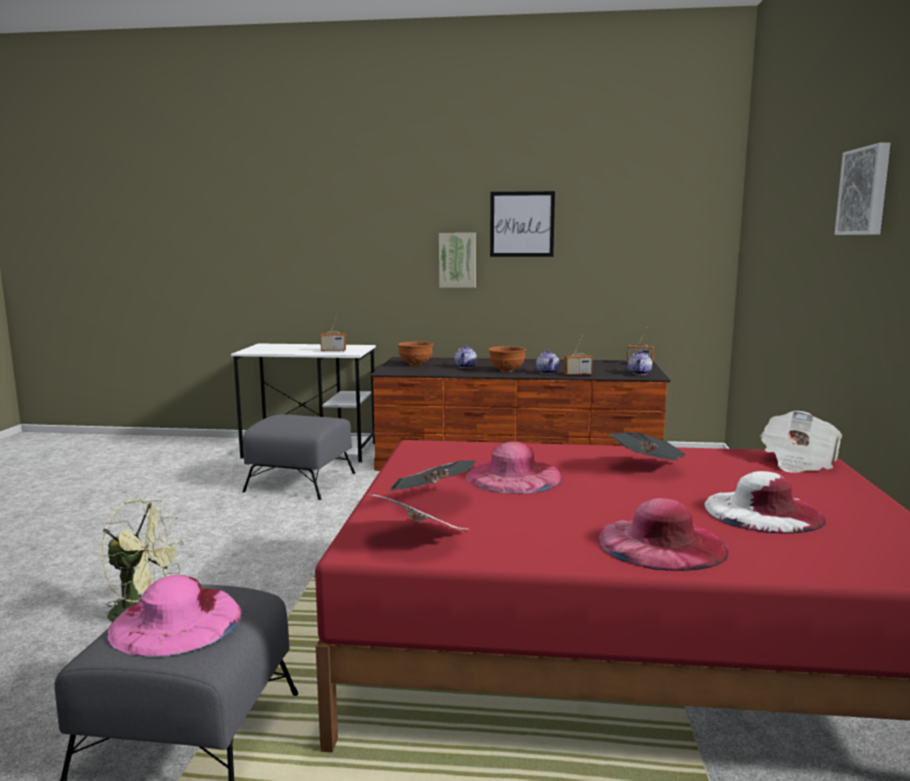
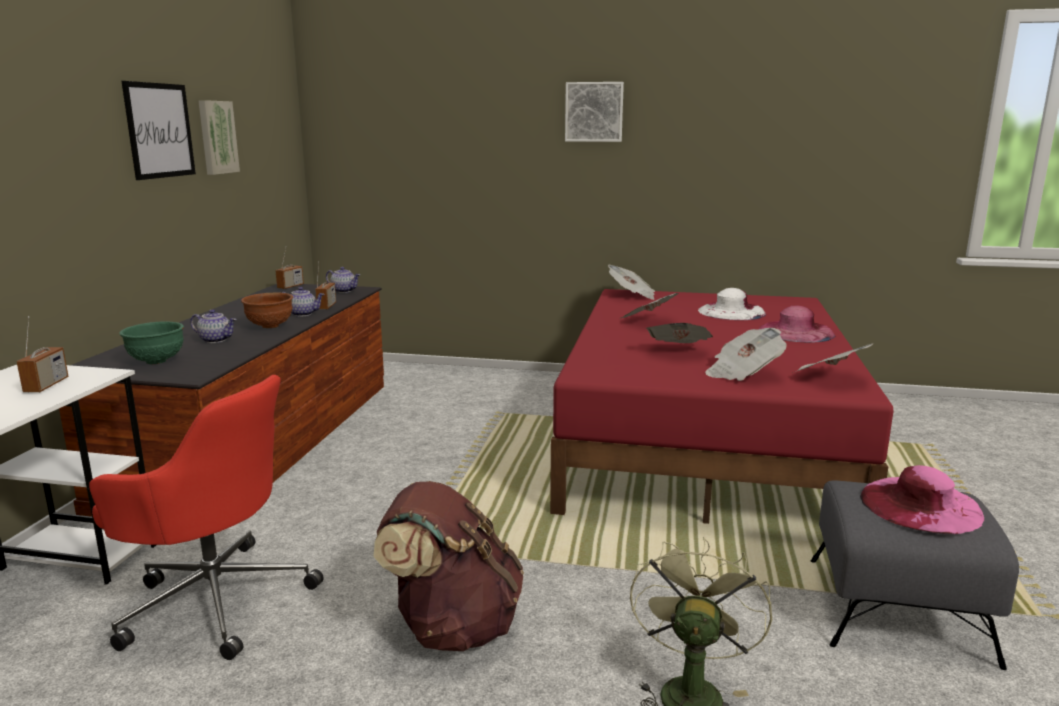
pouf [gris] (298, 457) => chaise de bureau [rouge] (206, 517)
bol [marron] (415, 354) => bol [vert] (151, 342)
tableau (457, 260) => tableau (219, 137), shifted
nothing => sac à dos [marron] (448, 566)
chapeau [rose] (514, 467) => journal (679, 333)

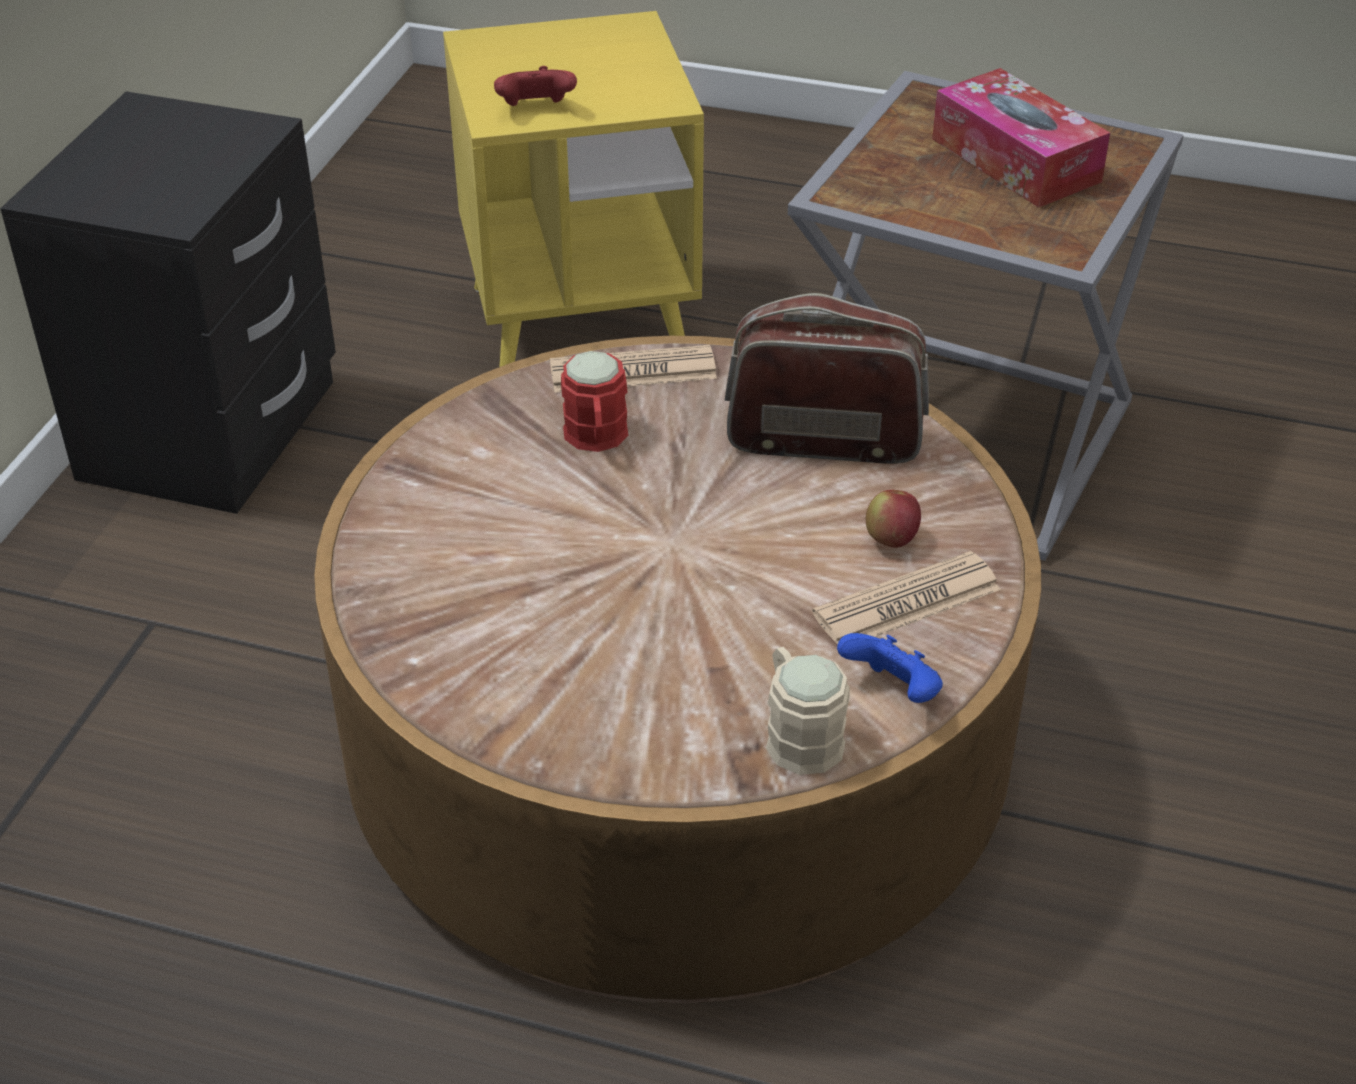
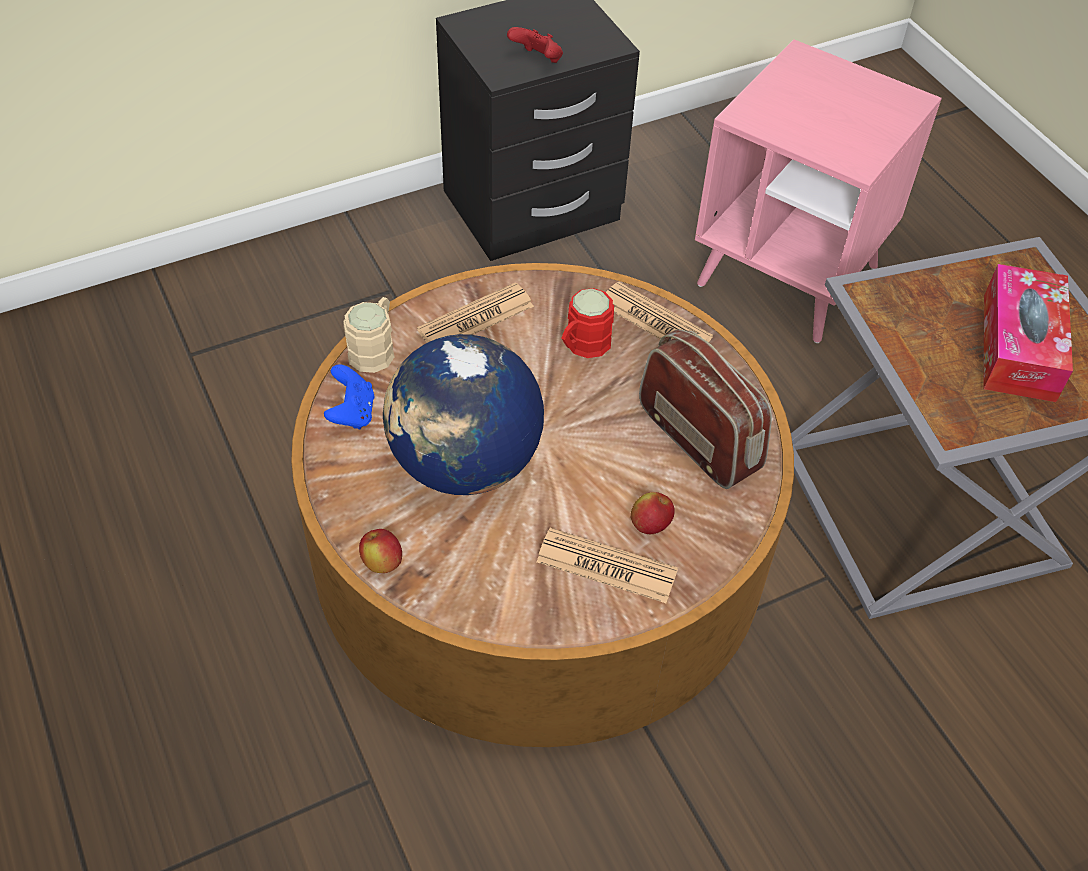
manette [bleu] (890, 668) => manette [bleu] (349, 396), shifted
mug [beige] (808, 711) => mug [beige] (368, 335), shifted
nothing => pomme (380, 551)
nothing => globe (463, 414)
nothing => journal (475, 313)
manette [rouge] (535, 86) => manette [rouge] (535, 45), shifted
table d'appoint [jaune] (573, 189) => table d'appoint [rose] (818, 191)

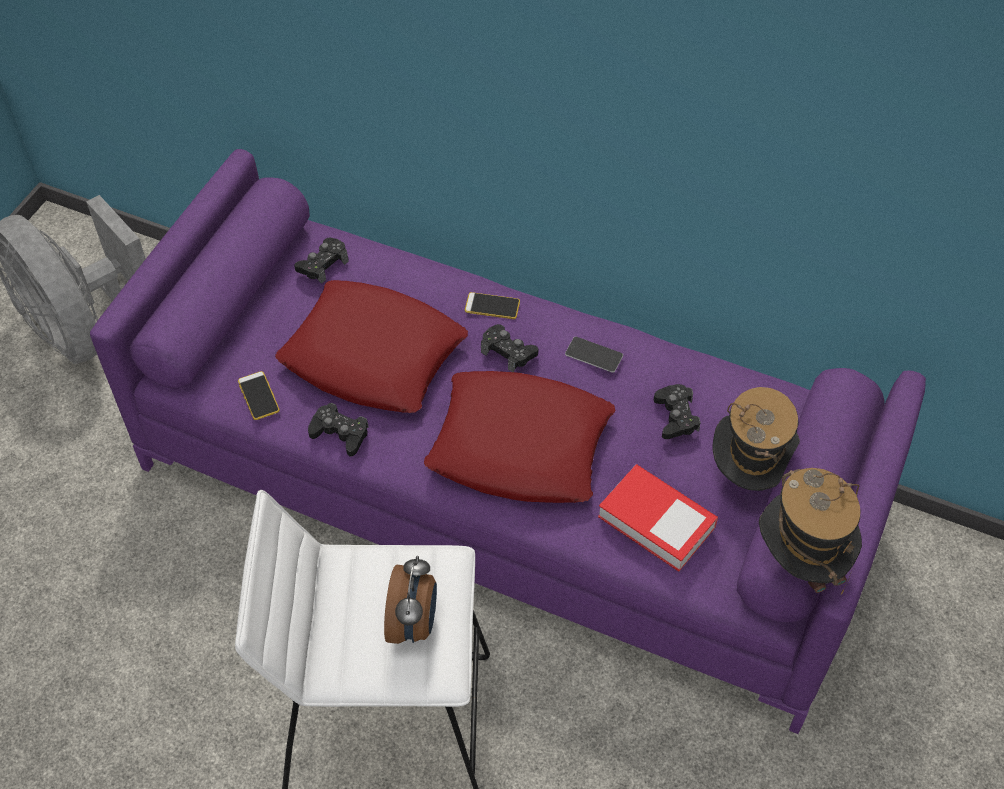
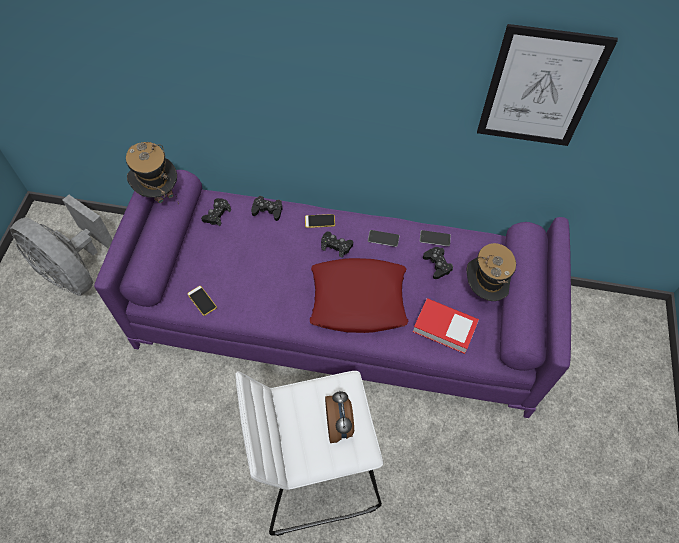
chapeau (810, 531) => chapeau (152, 173), shifted
manette [noir] (338, 430) => manette [noir] (267, 208), shifted
nothing => téléphone (435, 238)
nothing => tableau (547, 85)
coussin [rouge] (371, 346) => nothing

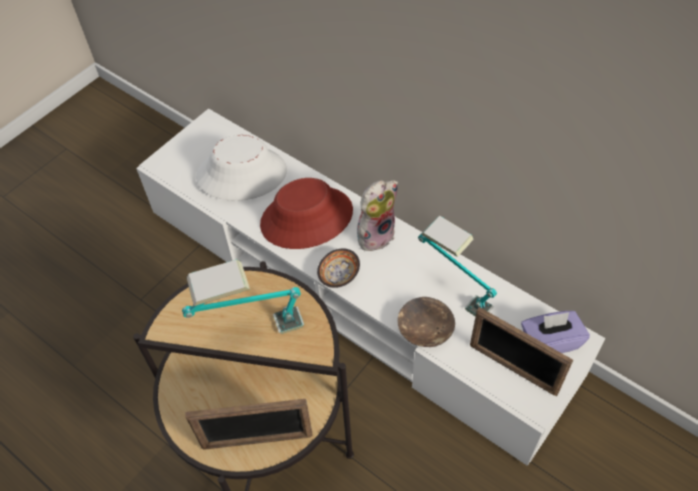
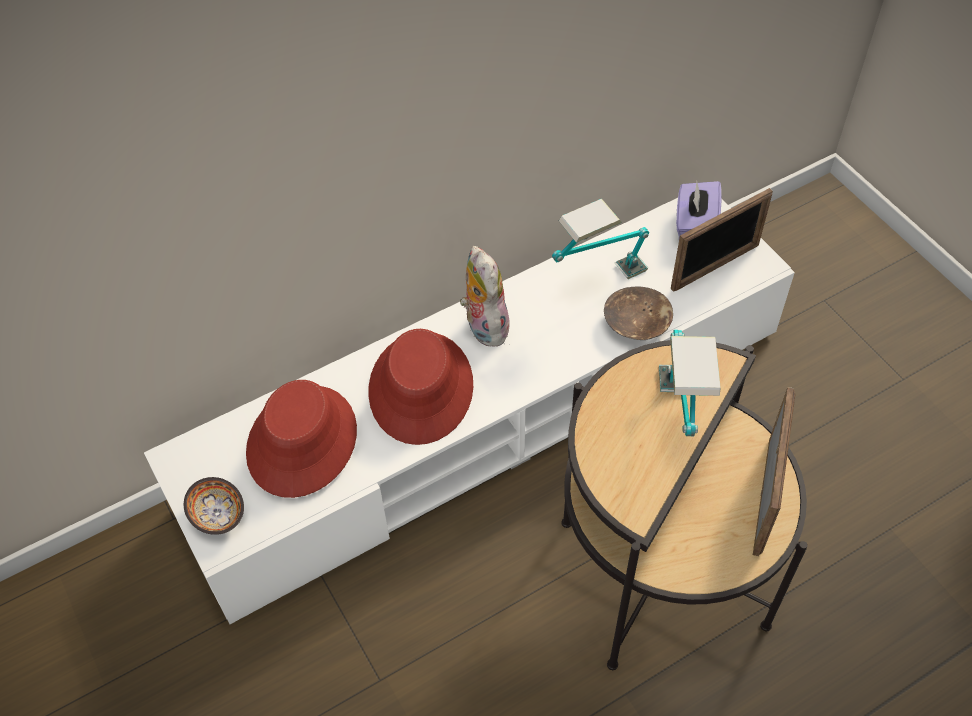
bol (338, 268) => bol (214, 506), shifted
chapeau [blanc] (241, 168) => chapeau [rouge] (301, 439)

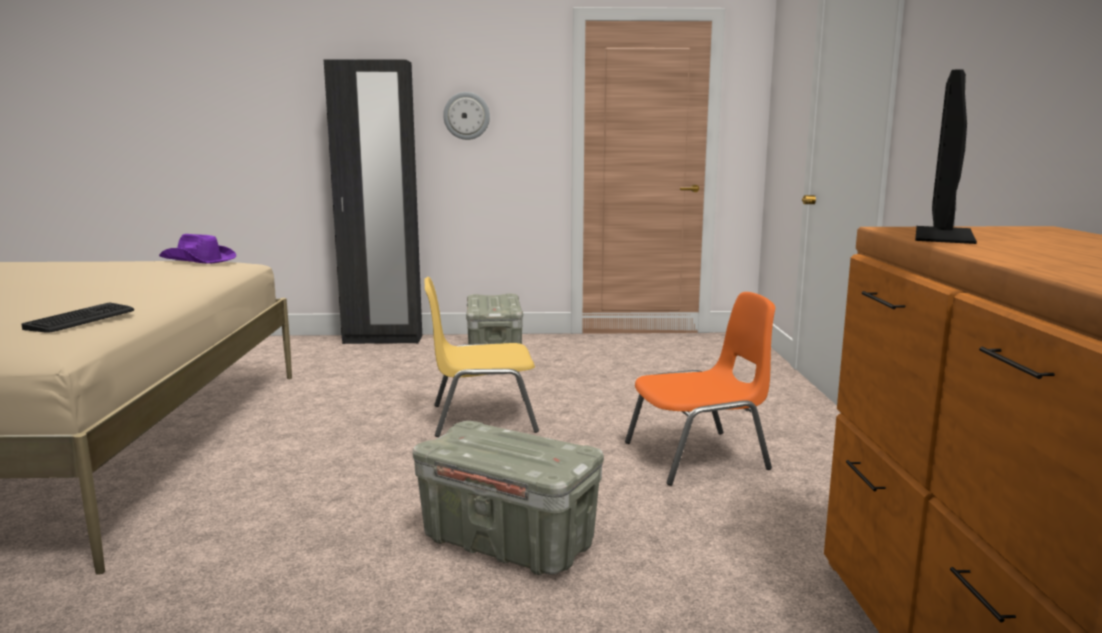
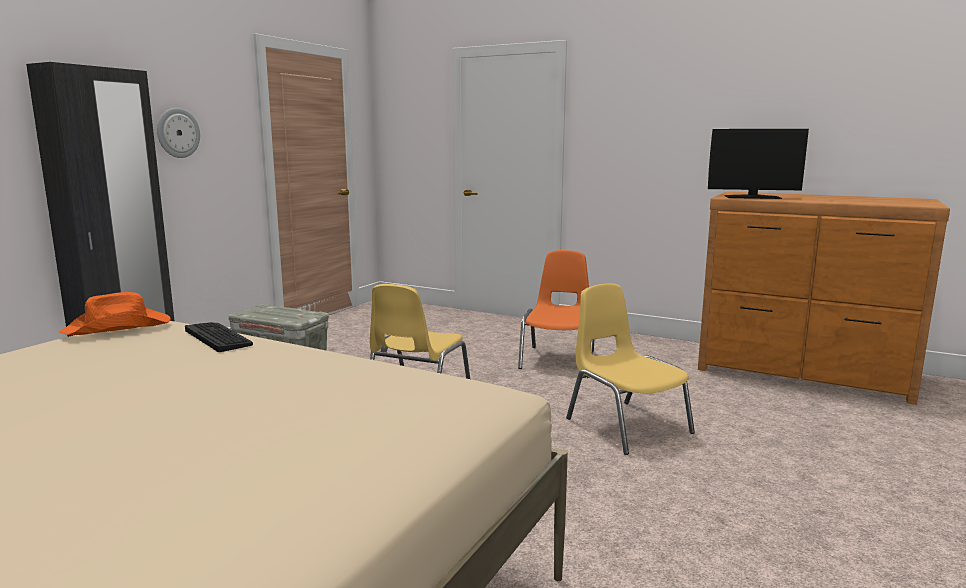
chapeau [violet] (197, 248) => chapeau [orange] (115, 313)
clavier (78, 318) => clavier (219, 337), shifted
boîte de rangement [gris] (508, 498) => chaise [jaune] (630, 369)
écran d'ordinateur (946, 156) => écran d'ordinateur (758, 164), 45 degrees counterclockwise

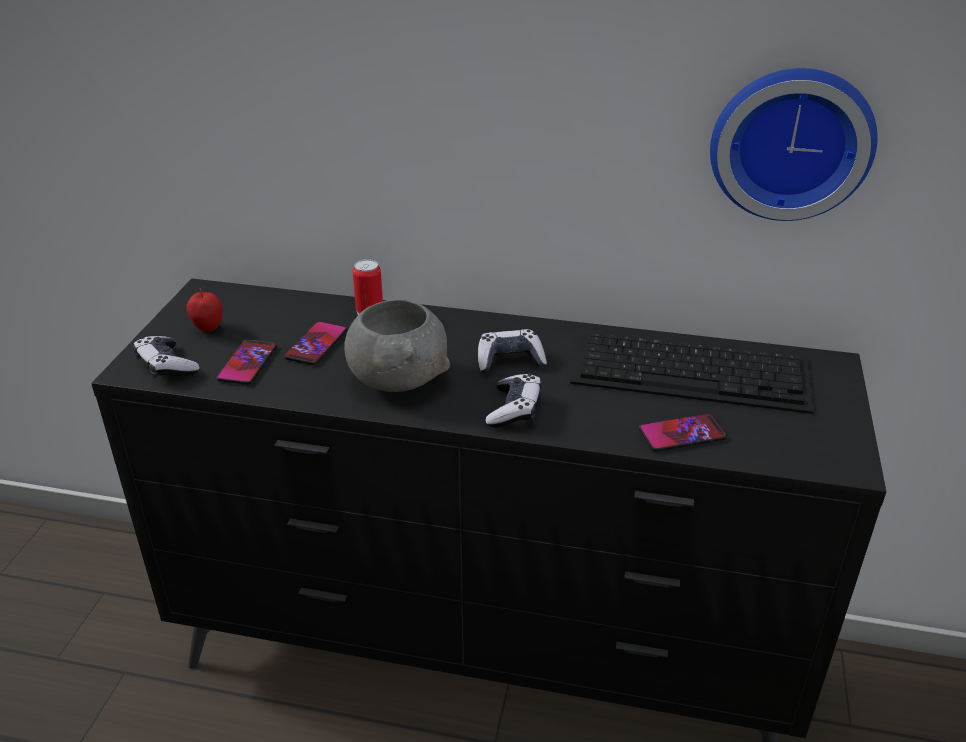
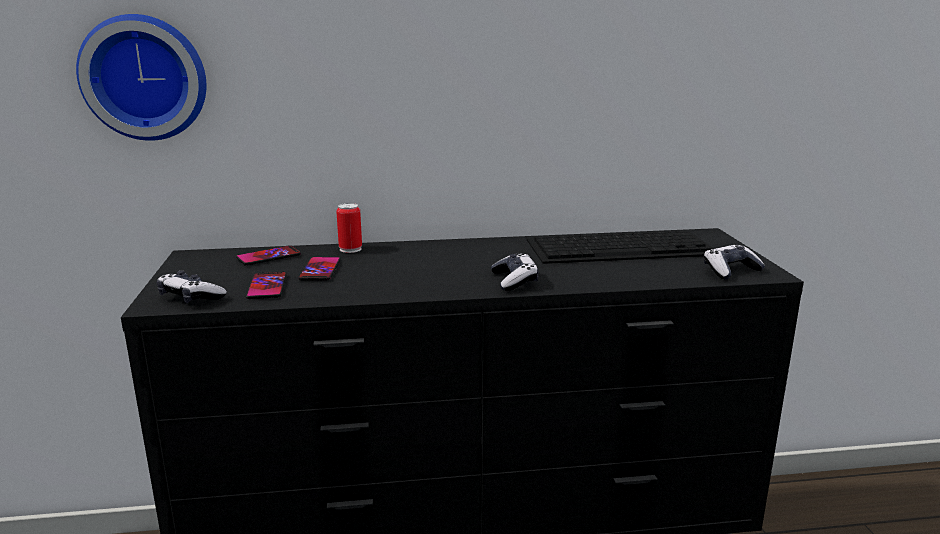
horloge murale (794, 144) => horloge murale (141, 77), shifted
téléphone (683, 432) => téléphone (268, 255), shifted
manette (512, 351) => manette (734, 262), shifted
pomme (204, 310) => nothing
bol [gris] (397, 345) => nothing

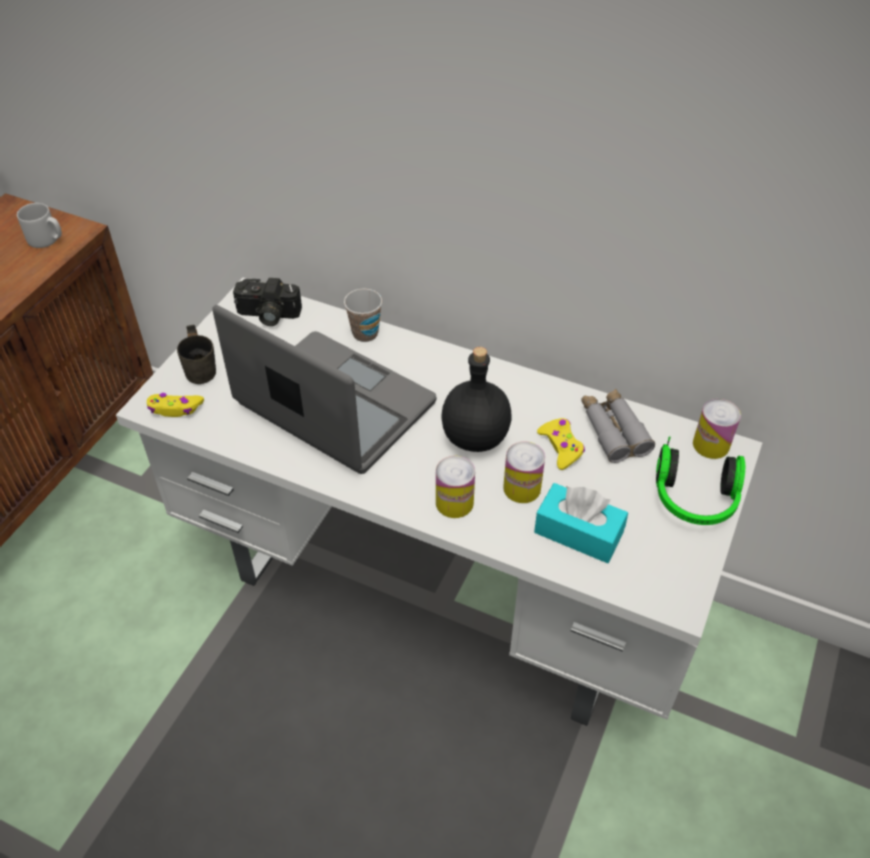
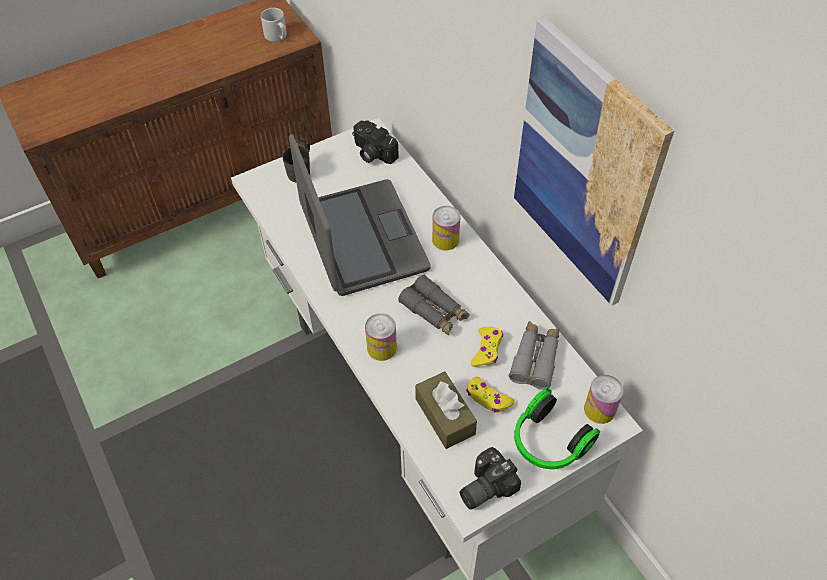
bouteille [noir] (476, 399) => jumelles [gris] (434, 305)
boîte à mouchoirs [turquoise] (581, 523) => boîte à mouchoirs [marron] (446, 410)
boîte métallique (524, 472) => boîte métallique (446, 228), shifted
nothing => appareil photo (490, 478)
manette [jaune] (175, 405) => manette [jaune] (490, 395), shifted
nothing => tableau (594, 161)
tasse (363, 315) => nothing

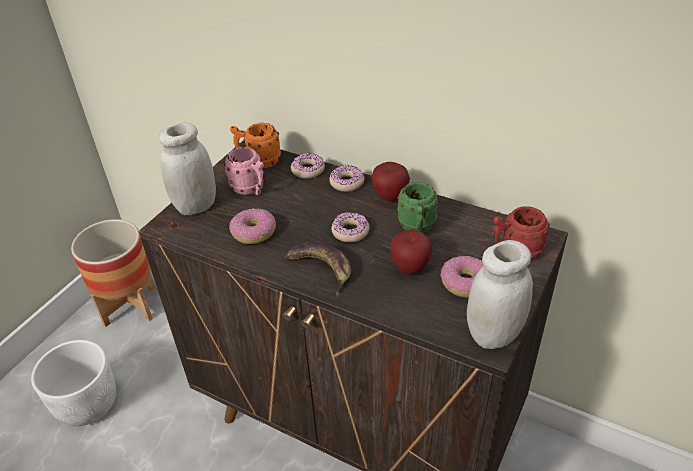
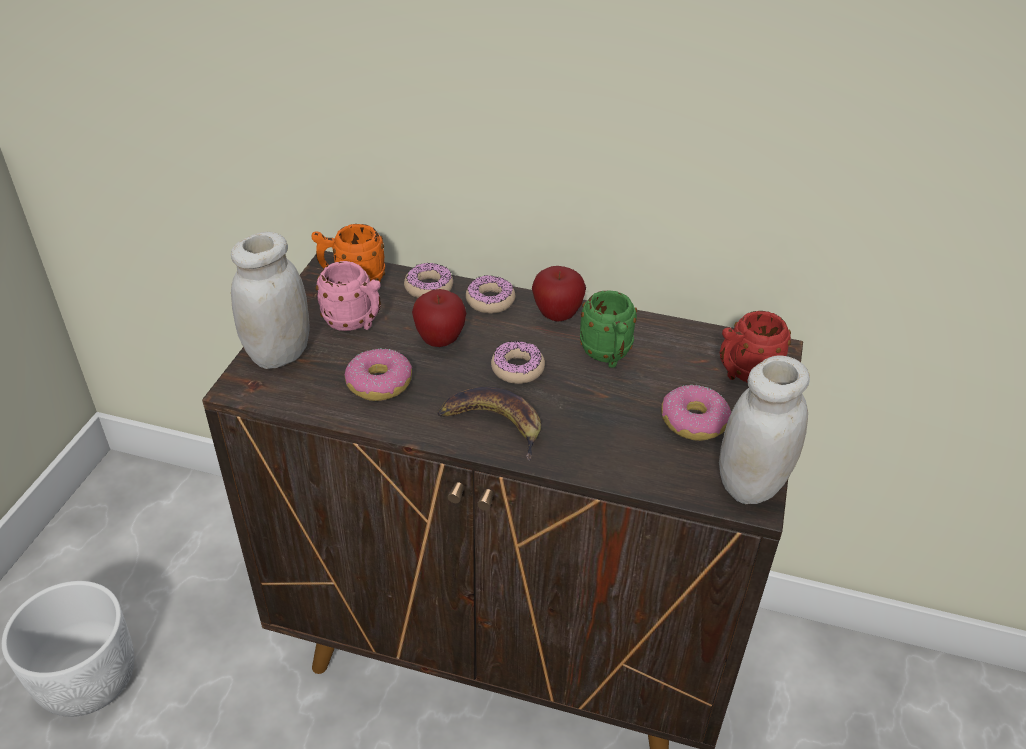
pomme (411, 252) => pomme (439, 318), shifted
cache-pot (113, 273) => nothing

